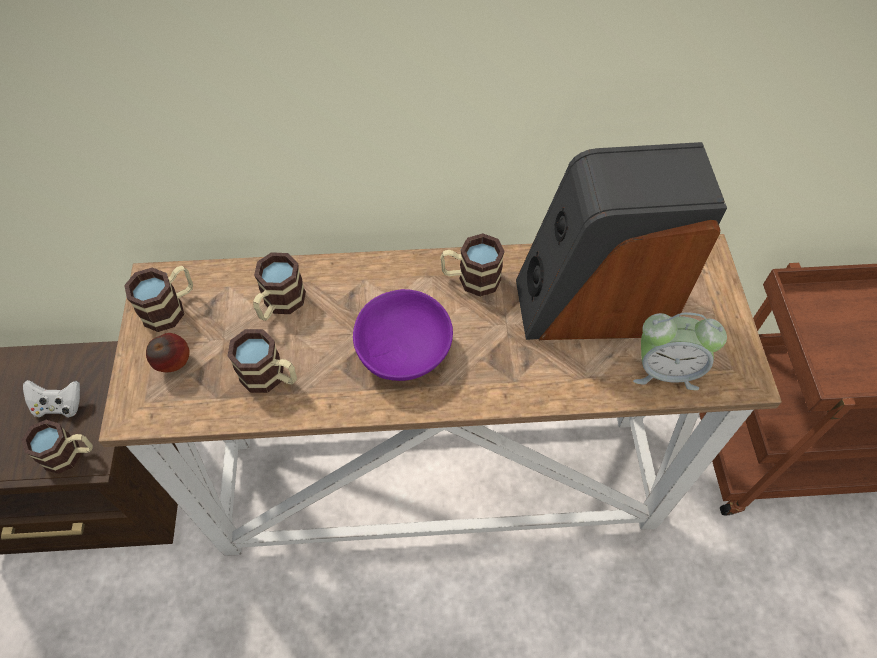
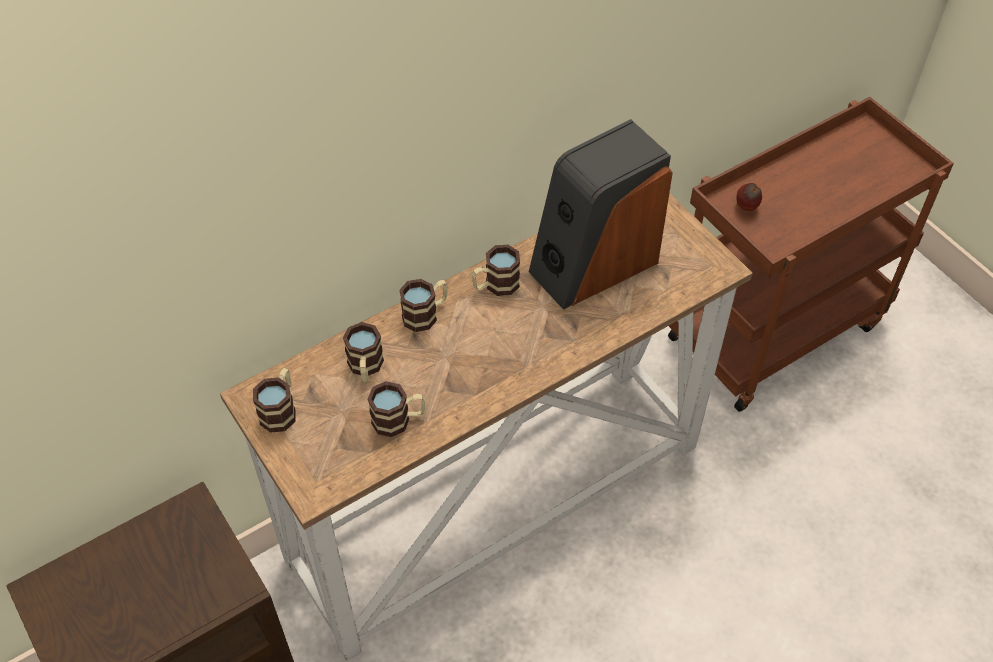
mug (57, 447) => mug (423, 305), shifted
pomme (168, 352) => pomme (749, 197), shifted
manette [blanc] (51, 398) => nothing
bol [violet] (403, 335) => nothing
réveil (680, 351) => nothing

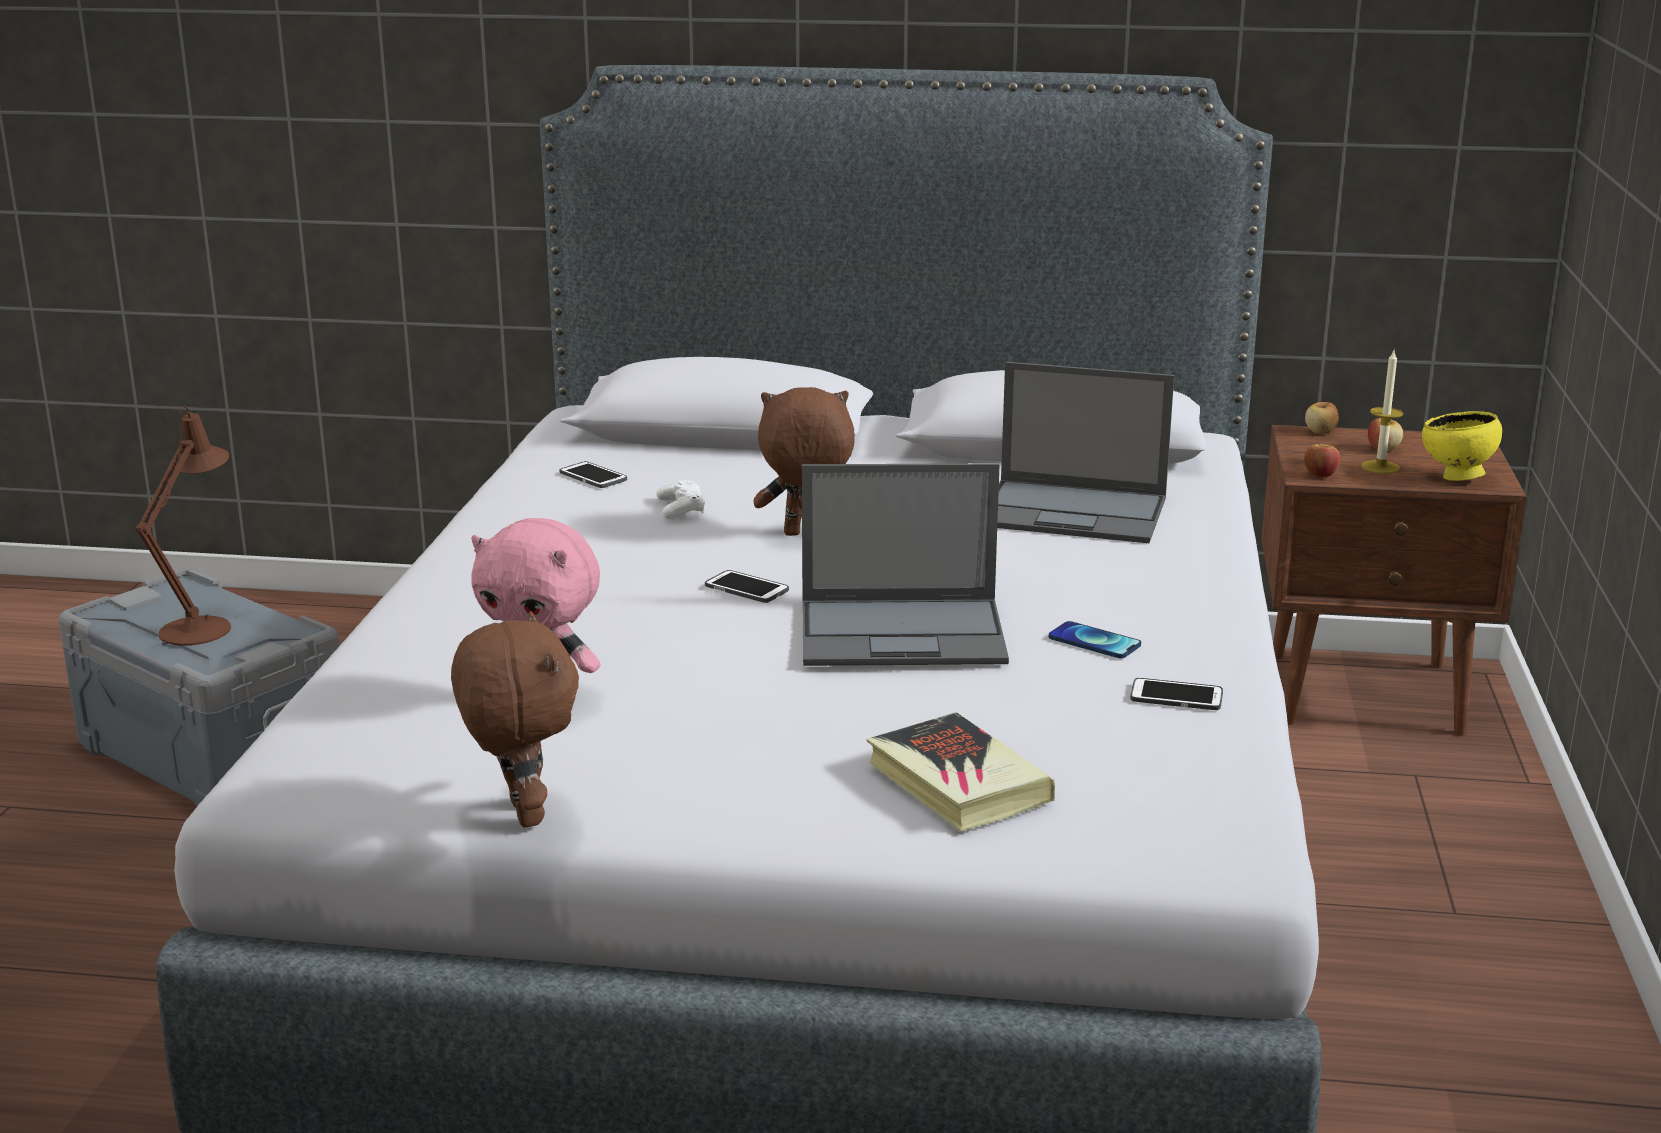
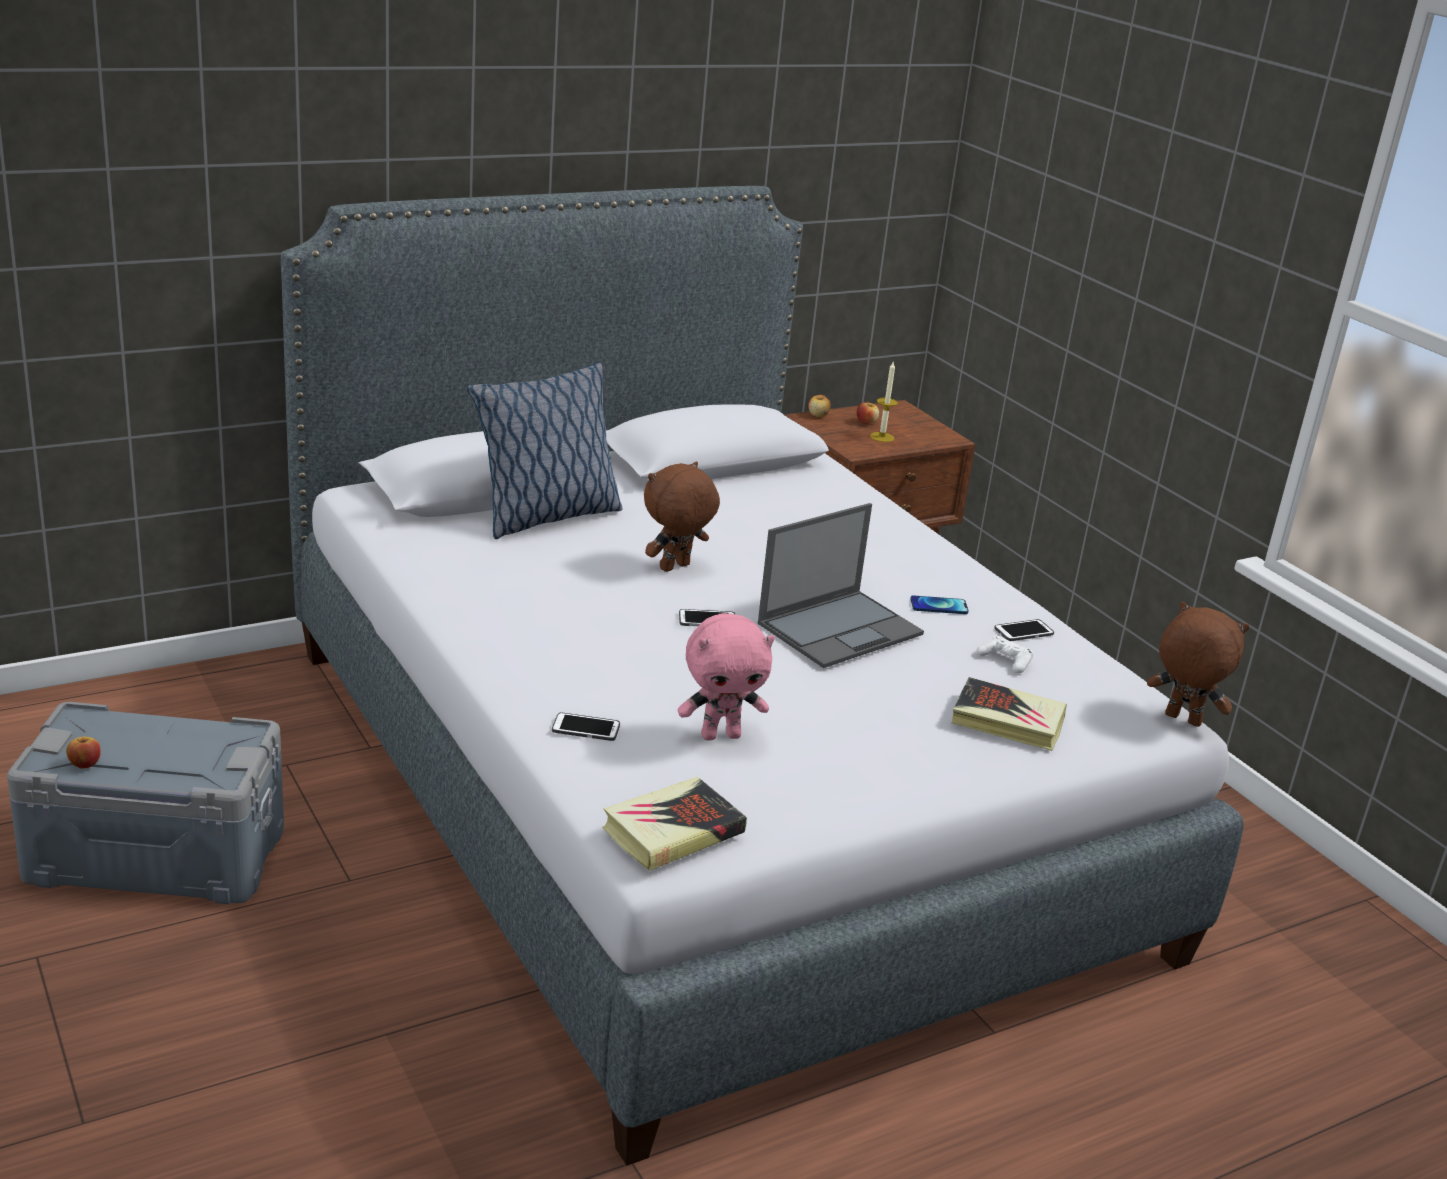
pomme (1322, 460) => pomme (83, 753), shifted
nothing => coussin (544, 451)
téléphone (593, 474) => téléphone (586, 726), shifted
nothing => livre (674, 824)
manette [blanc] (680, 499) => manette [blanc] (1005, 654), shifted
peluche [marron] (515, 719) => peluche [marron] (1198, 664), shifted
lampe de table [marron] (183, 526) => nothing
ordinateur portable (1085, 452) => nothing
bol [jaune] (1462, 446) => nothing

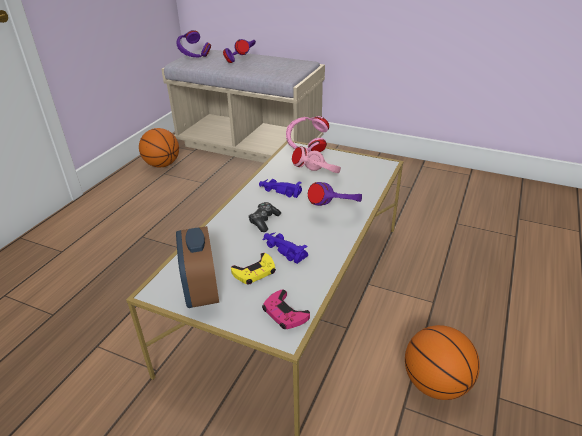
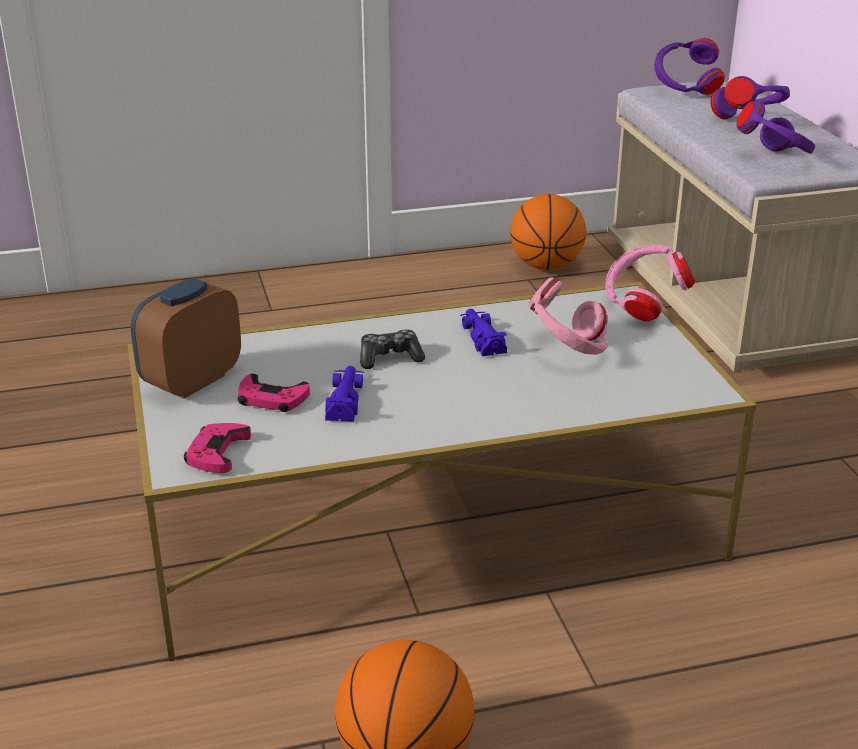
manette [jaune] (253, 269) => manette [rose] (274, 393)
casque audio [violet] (335, 194) => casque audio [violet] (776, 127), shifted

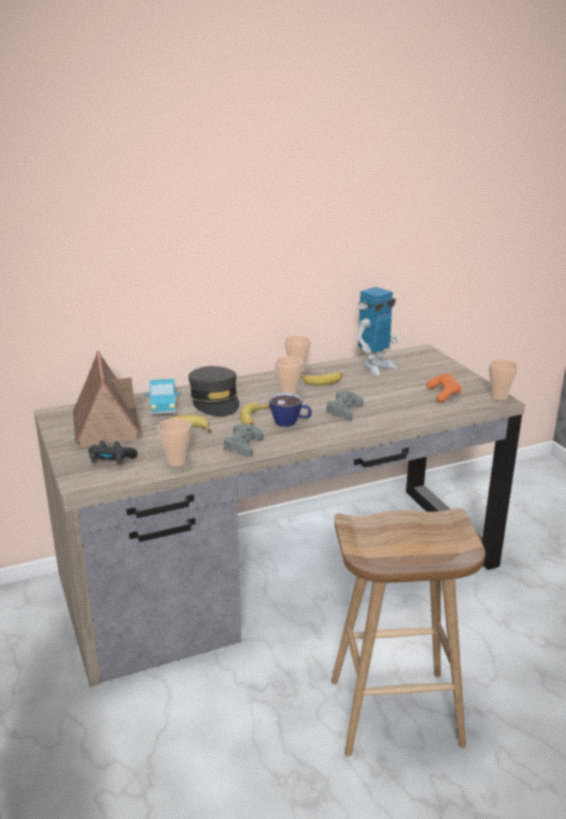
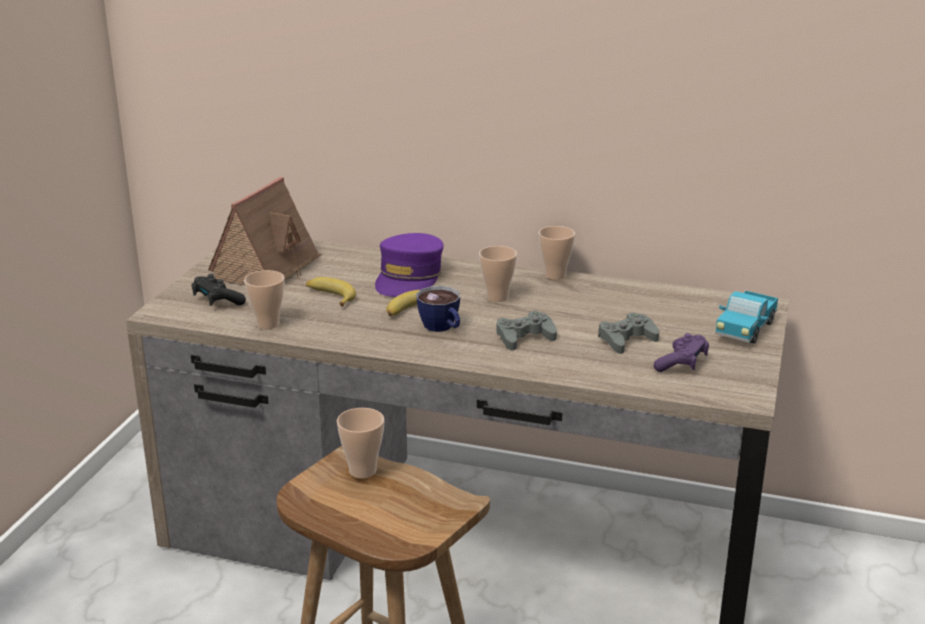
tasse (503, 380) => tasse (360, 443), shifted
casquette [gris] (213, 391) => casquette [violet] (409, 265)
manette [gris] (243, 440) => manette [gris] (628, 333), shifted
manette [orange] (443, 388) => manette [violet] (681, 352)
camion jouet (162, 396) => camion jouet (746, 317), shifted
banane (321, 379) => nothing
robot jouet (377, 331) => nothing

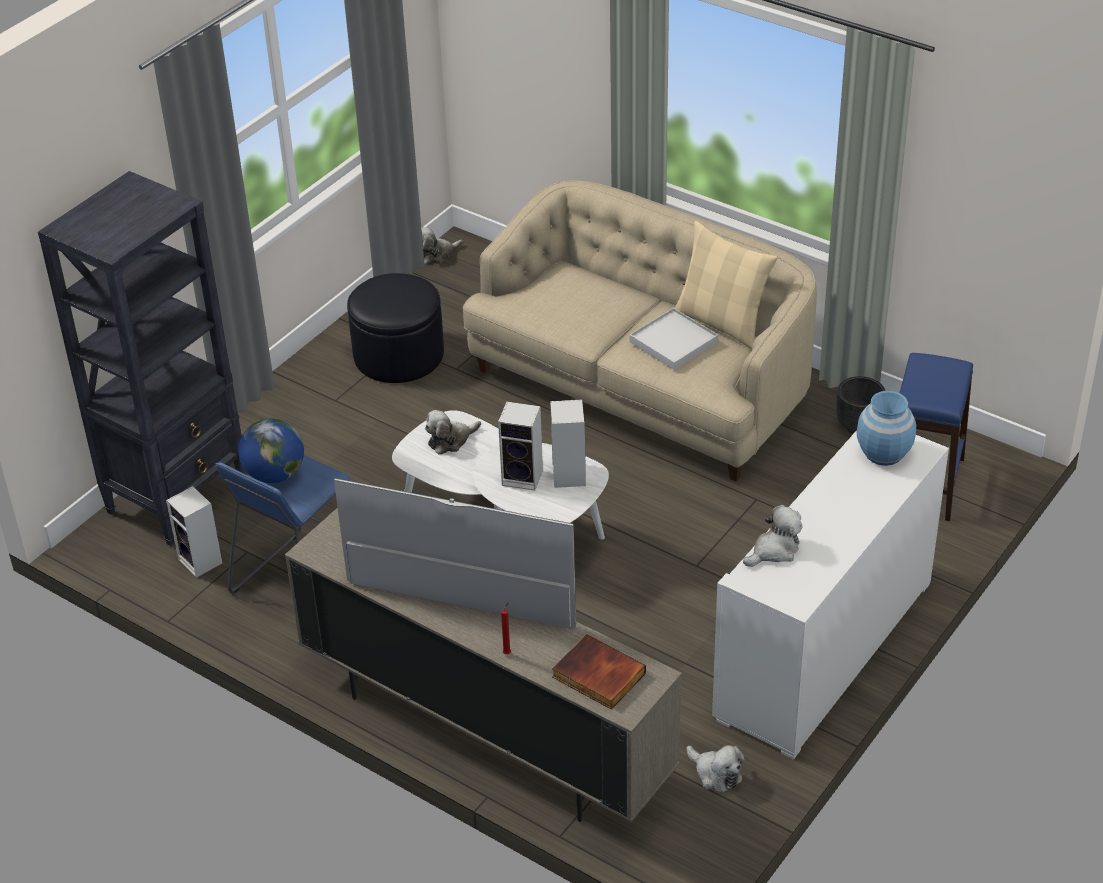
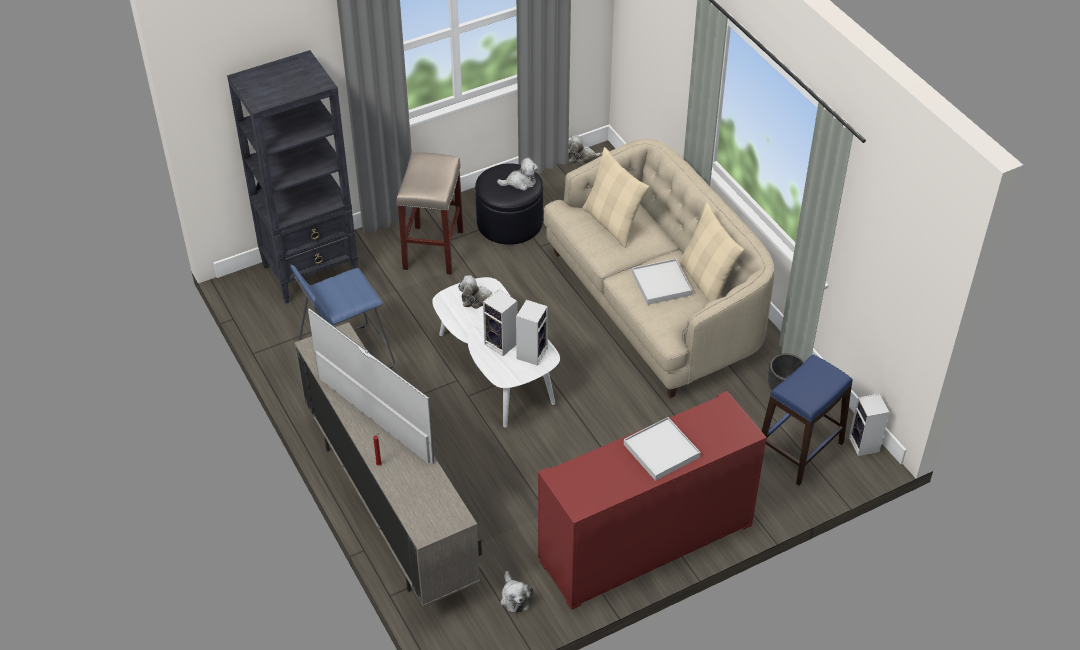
nothing => tabouret [beige] (430, 213)
peluche (773, 536) => peluche (517, 174), shifted
meuble de rangement [blanc] (830, 595) => meuble de rangement [rouge] (652, 500)
nothing => coussin [beige] (616, 197)
nothing => plateau [blanc] (662, 449)
enceinte (194, 532) => enceinte (869, 424), shifted
globe (271, 450) => nothing
livre (599, 672) => nothing
vase [bleu] (886, 428) => nothing

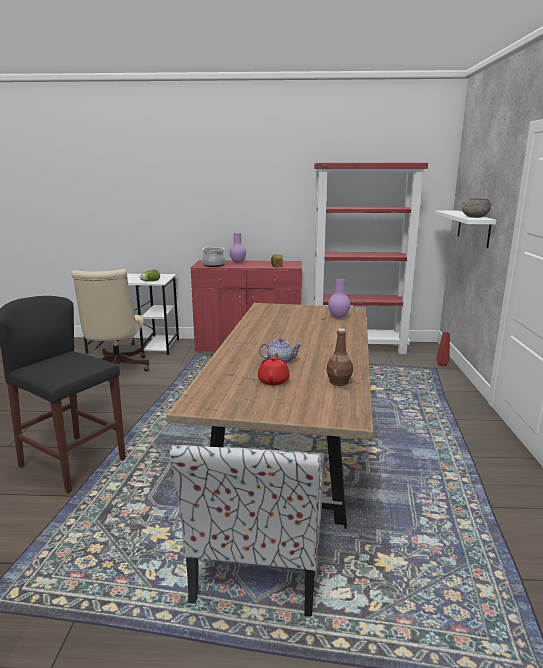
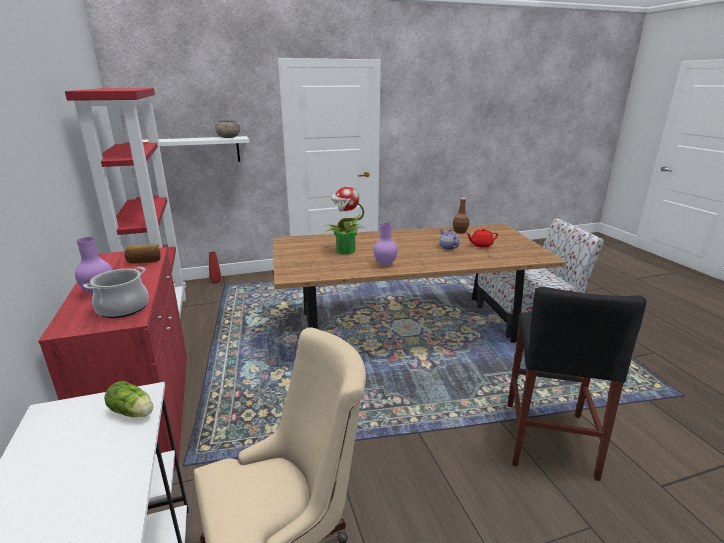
nothing => plante en pot (344, 220)
vase [violet] (339, 299) => vase [violet] (386, 244), shifted

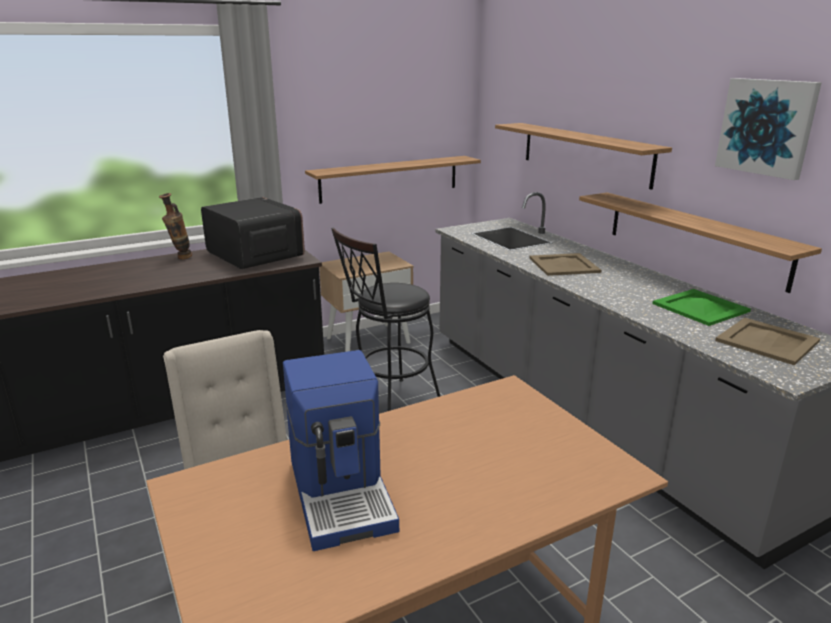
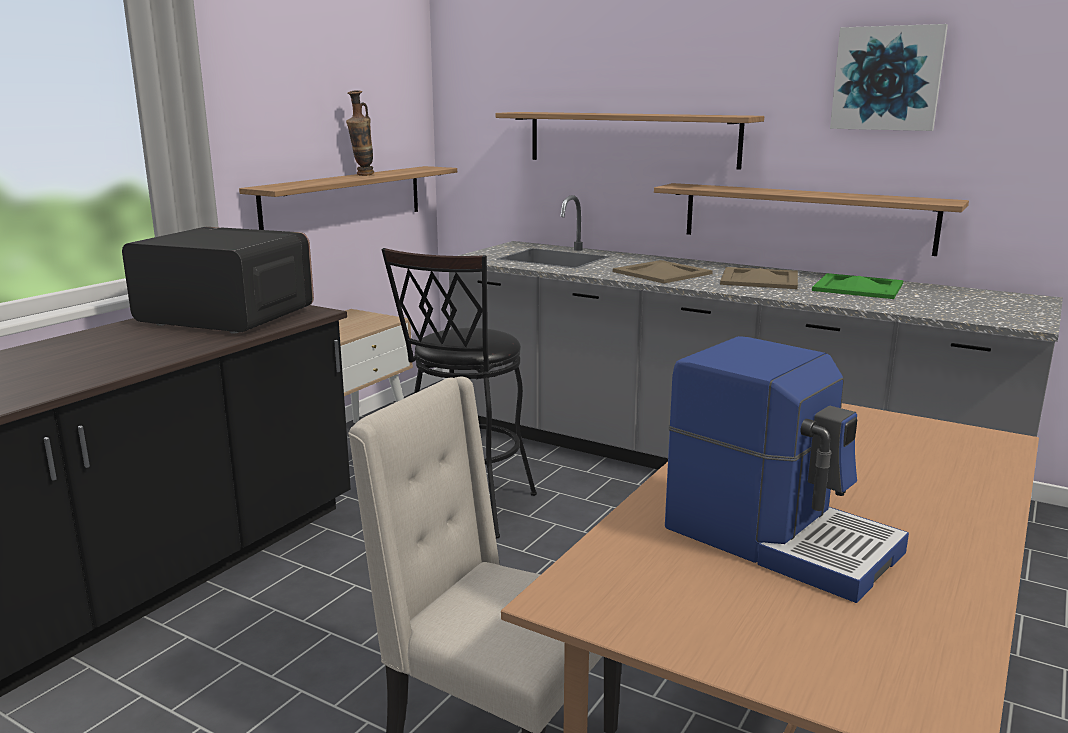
vase (175, 226) => vase (360, 133), shifted
plateau [beige] (767, 341) => plateau [beige] (759, 278), shifted

